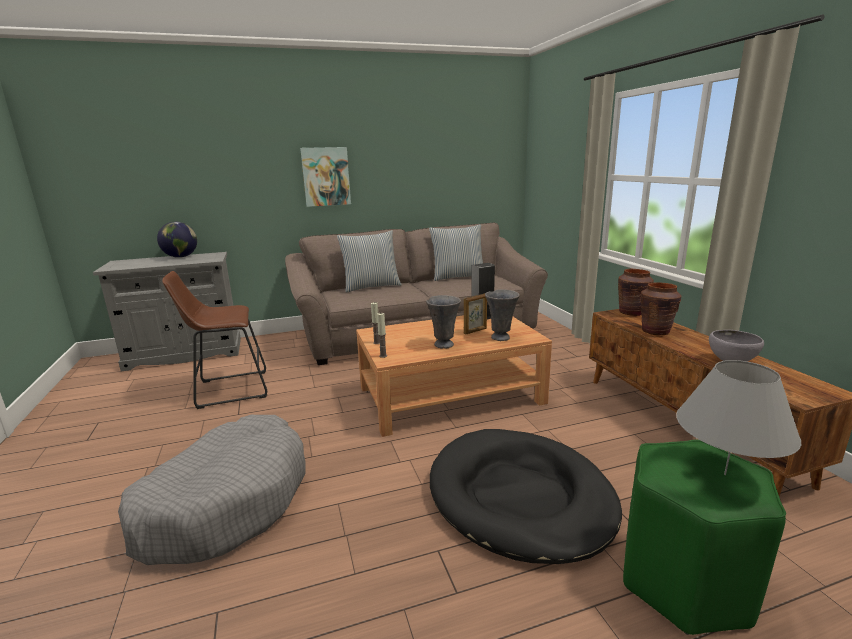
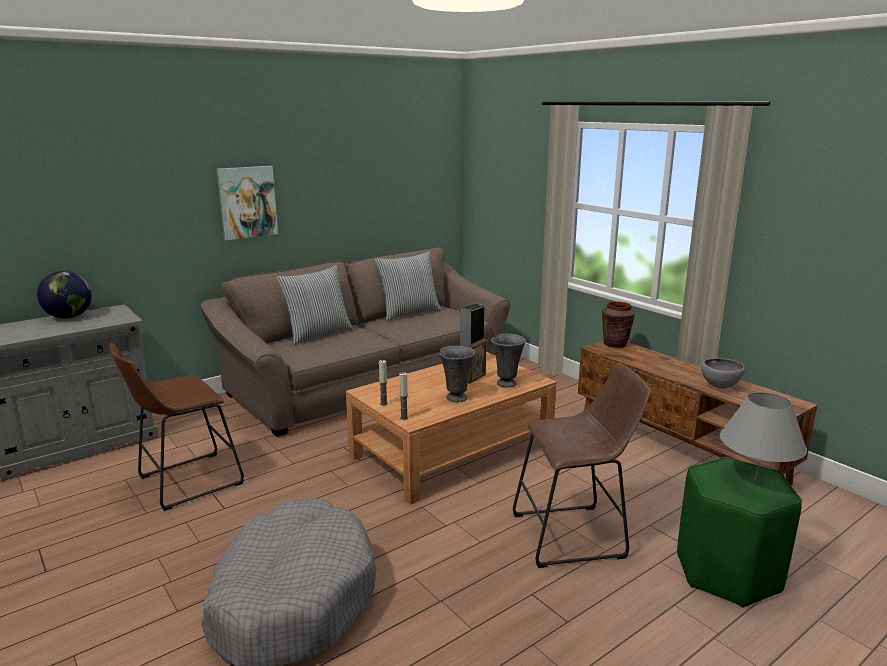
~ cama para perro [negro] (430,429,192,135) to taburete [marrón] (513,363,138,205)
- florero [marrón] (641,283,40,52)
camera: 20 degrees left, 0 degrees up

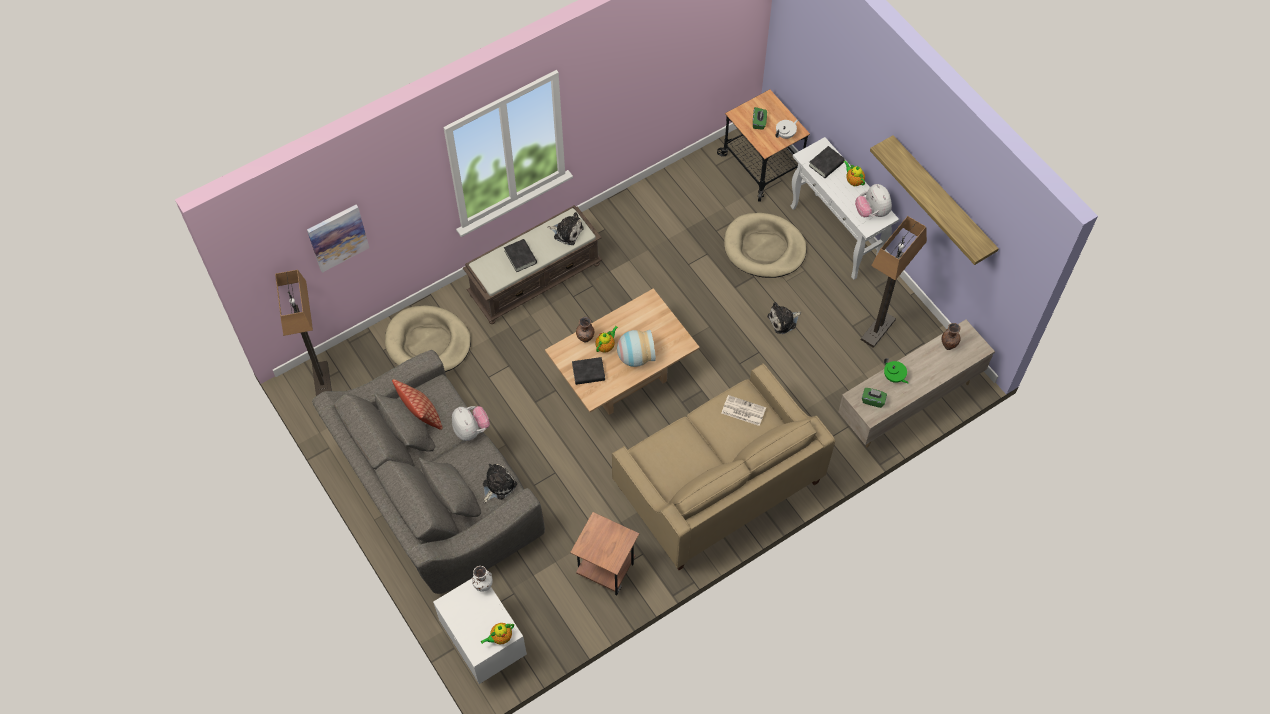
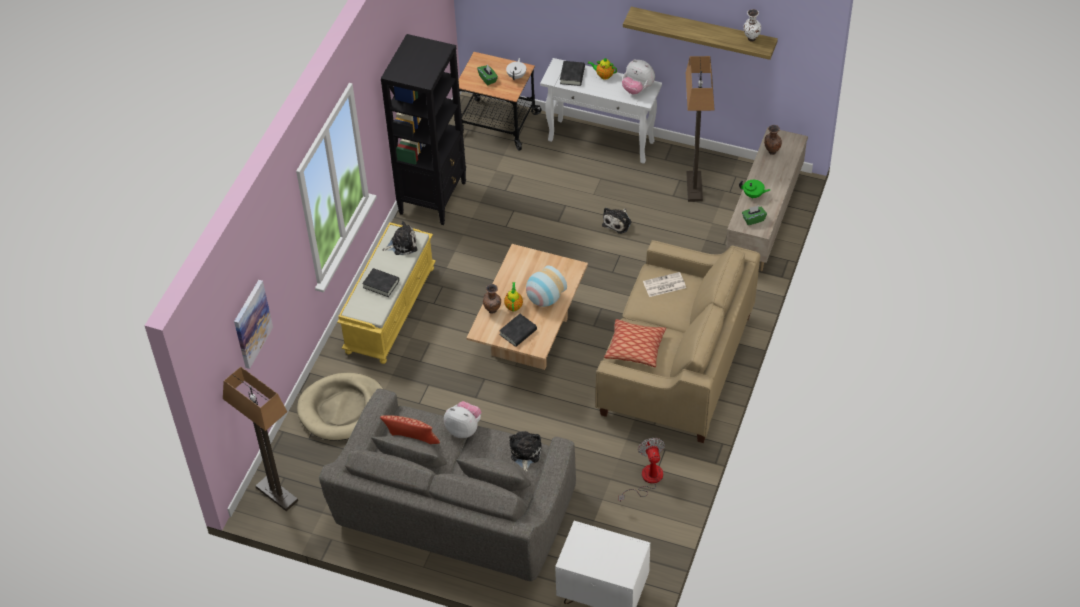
~ banco [marrón] (463,205,139,119) to banco [amarillo] (337,222,99,142)
~ florero [blanco] (472,566,21,26) to (743,9,18,33)
- tetera (481,623,33,21)
~ mesa auxiliar [marrón] (570,512,69,83) to ventilador (619,438,46,64)
- cama para perro [beis] (724,213,83,65)
+ estantería [negro] (381,34,85,191)
+ cojín (604,319,62,48)
camera: 35 degrees left, 10 degrees down

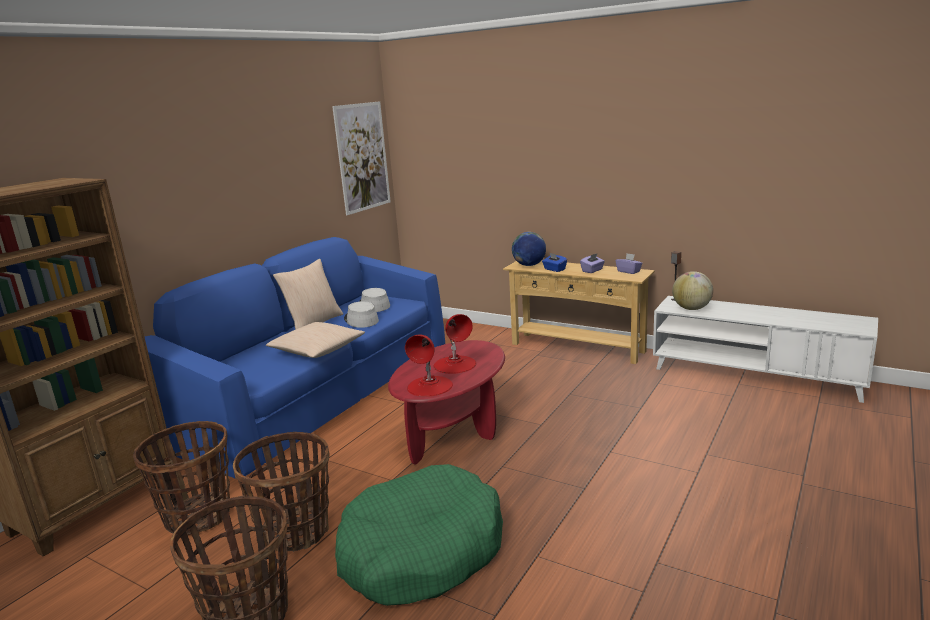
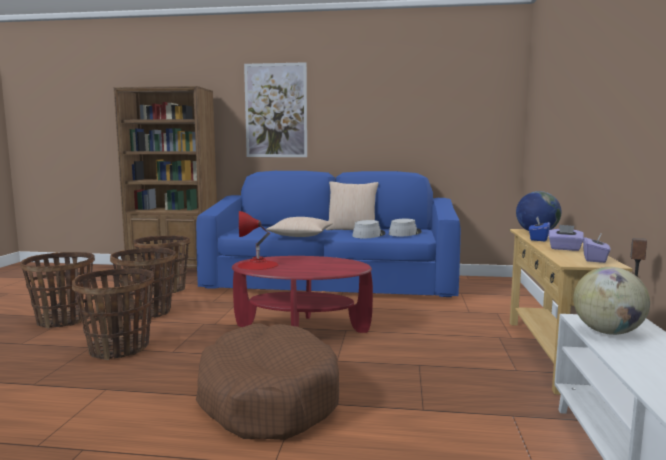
~ cuadro (332,101,59,114) to (244,62,63,95)
~ cama para perro [verde] (335,464,168,142) to cesta (72,269,82,91)
- lámpara de mesa [rojo] (434,314,42,60)
+ cama para perro [marrón] (196,323,143,117)
camera: 65 degrees right, 10 degrees down

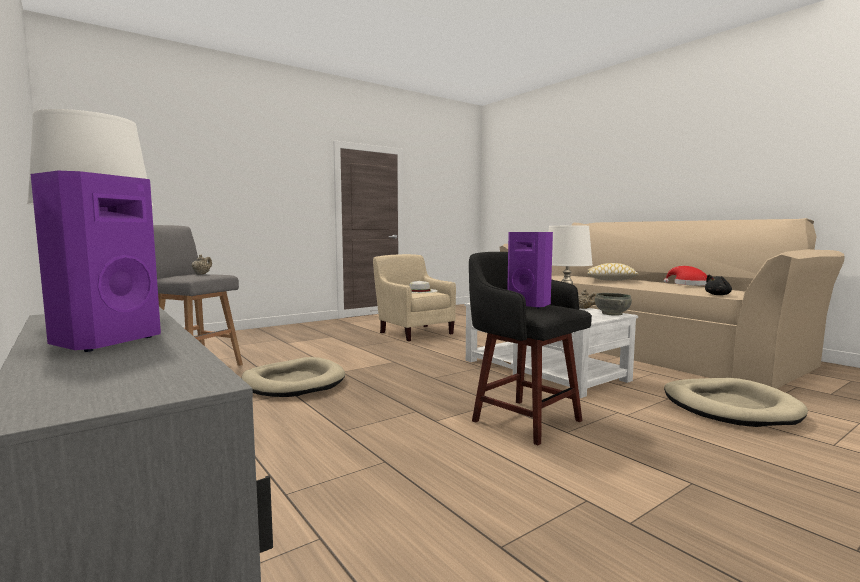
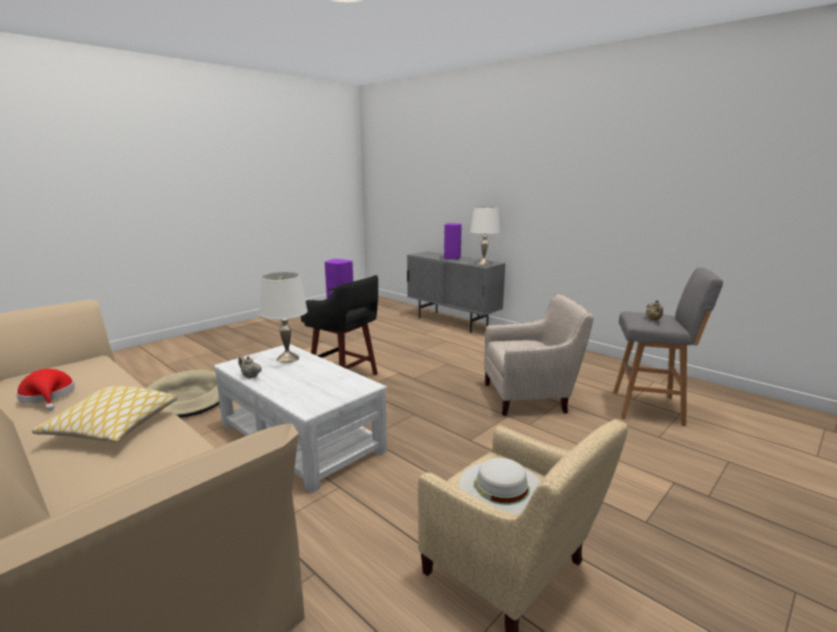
~ cama para perro [beis] (241,357,104,40) to sillón [beis] (484,294,110,122)
- cuenco [gris] (595,293,37,23)
- peluche [negro] (705,275,27,20)
camera: 170 degrees right, 10 degrees up

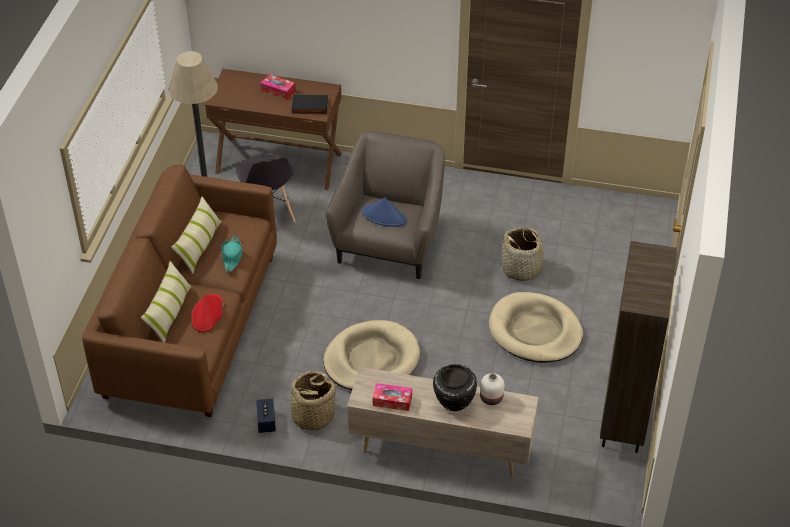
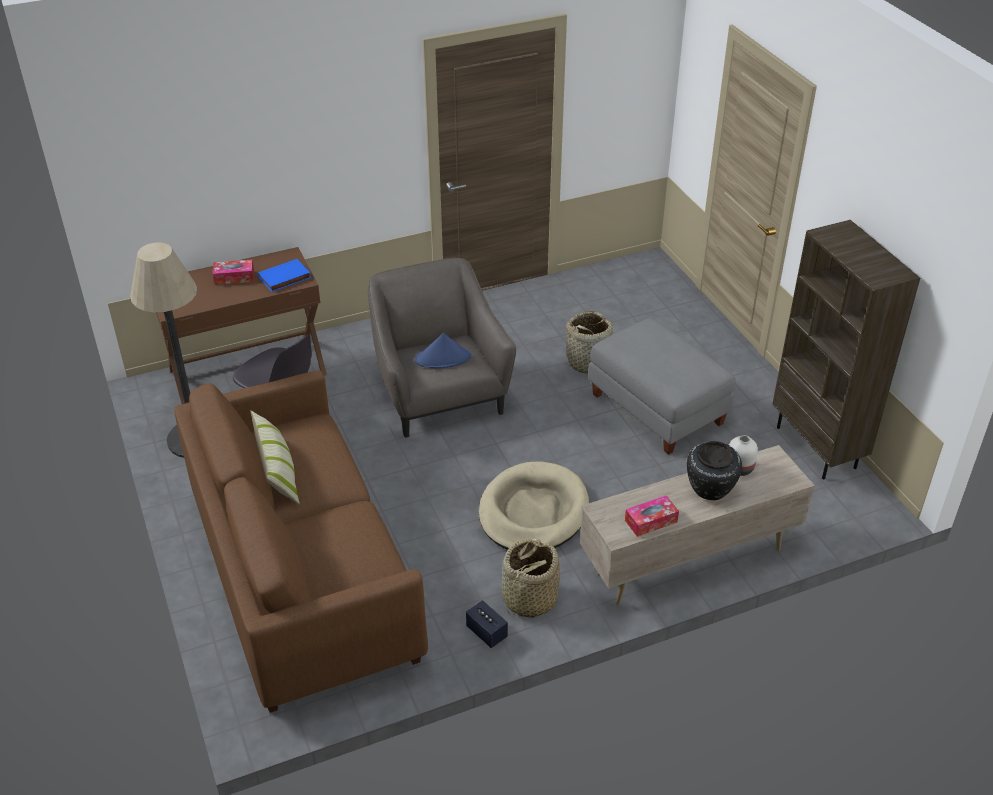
- cojín (141,261,51,82)
- sombrero [rojo] (191,294,33,38)
- sombrero [turquesa] (221,236,22,37)
~ libro [negro] (291,94,37,20) to libro [azul] (258,259,53,33)
~ cama para perro [beis] (489,292,94,71) to puf [gris] (588,318,148,137)
camera: 35 degrees left, 5 degrees down

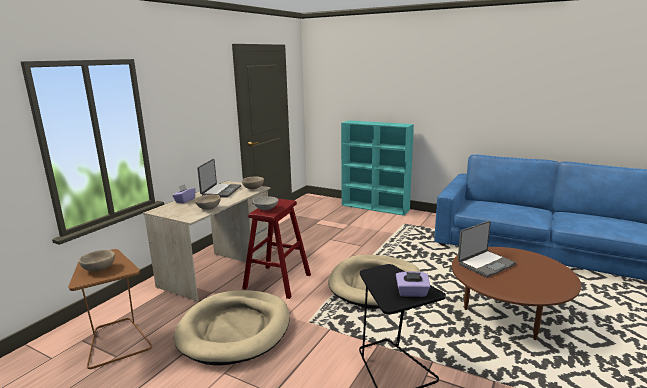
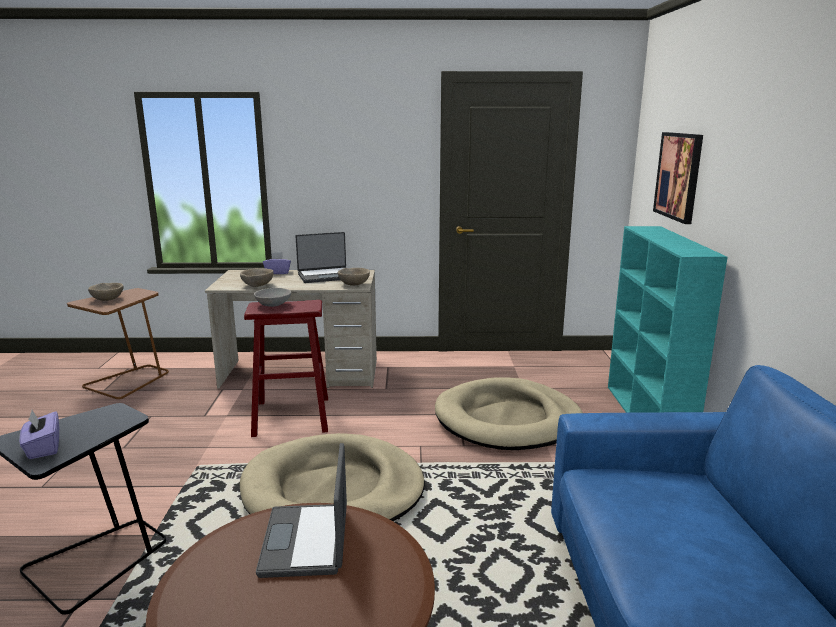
~ cama para perro [beis] (174,290,116,76) to (435,377,148,73)
~ portátil (458,221,58,57) = (256,443,91,135) 60 degrees clockwise
+ cuadro (653,132,50,92)
camera: 60 degrees right, 0 degrees up

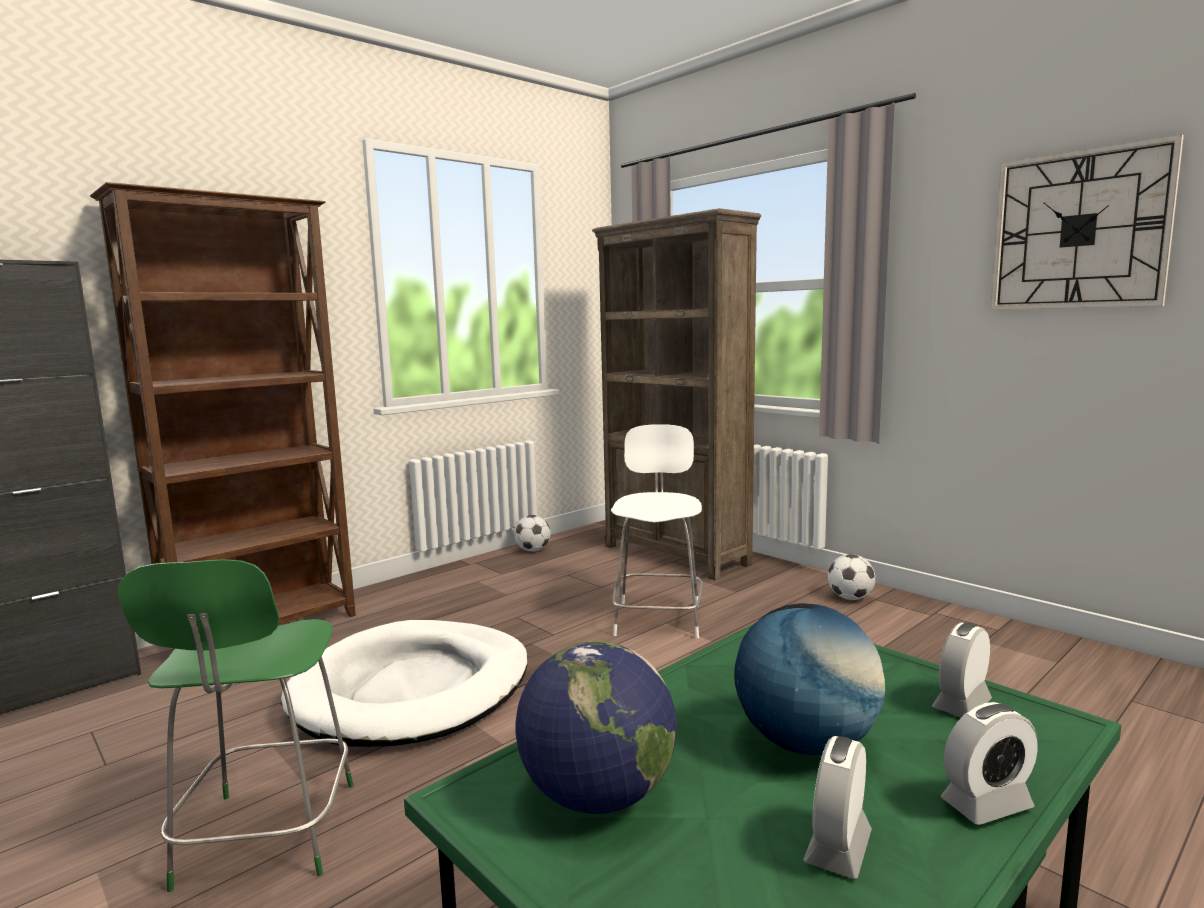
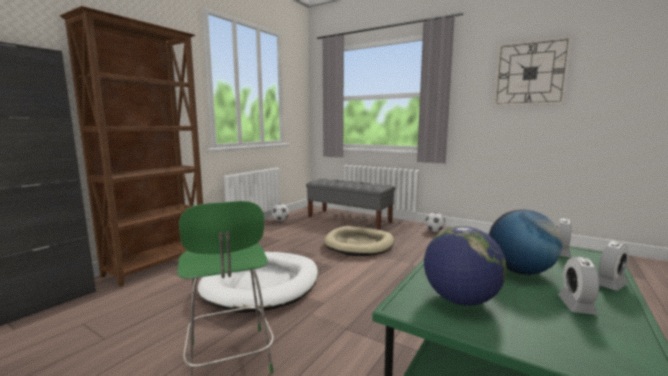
~ estantería [marrón] (592,208,169,372) to banco [gris] (306,179,89,51)
~ silla [blanco] (611,424,92,215) to cama para perro [beis] (324,226,70,30)
camera: 15 degrees left, 0 degrees up

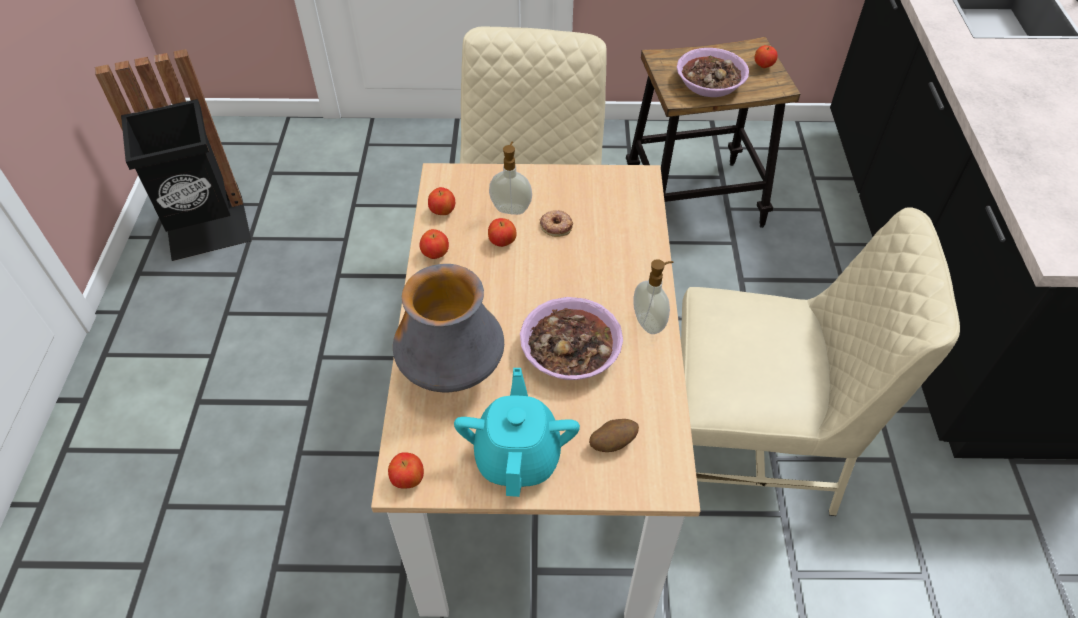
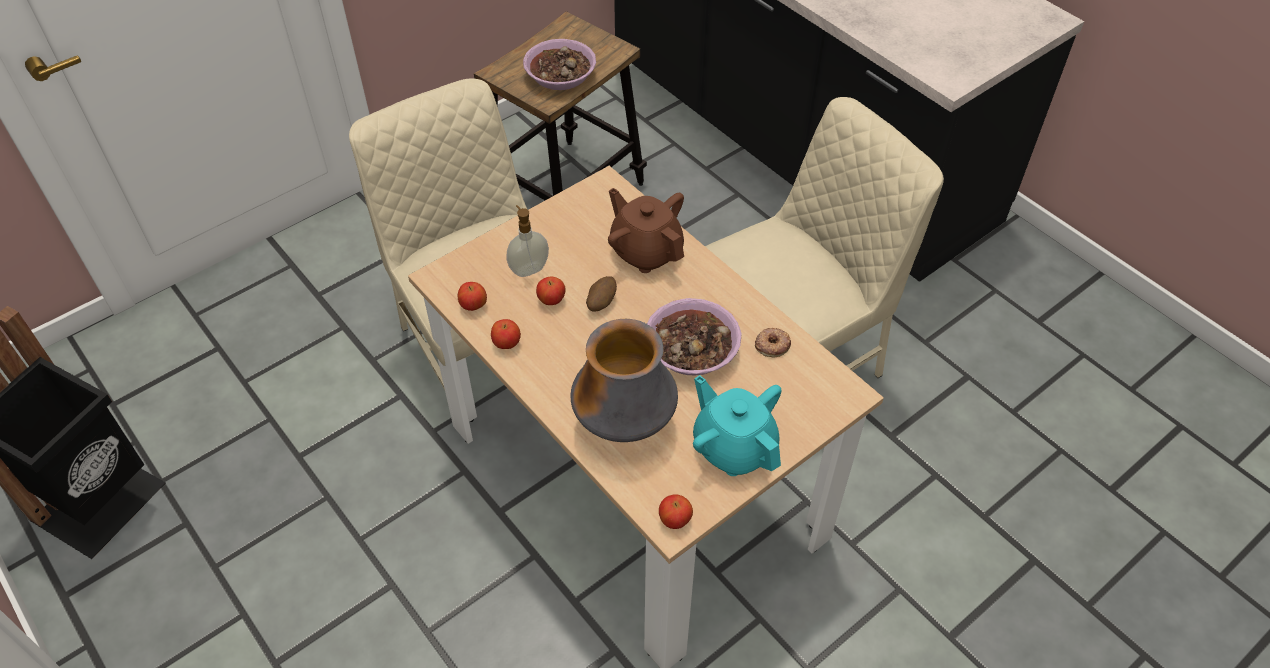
~ rosquilla (540,210,33,27) to (755,328,36,29)
~ patata (589,419,50,33) to (586,276,31,36)
- dispensador de jabón (633,259,41,75)
- manzana (755,45,23,23)
+ tetera [marrón] (608,188,76,85)
camera: 40 degrees left, 0 degrees up

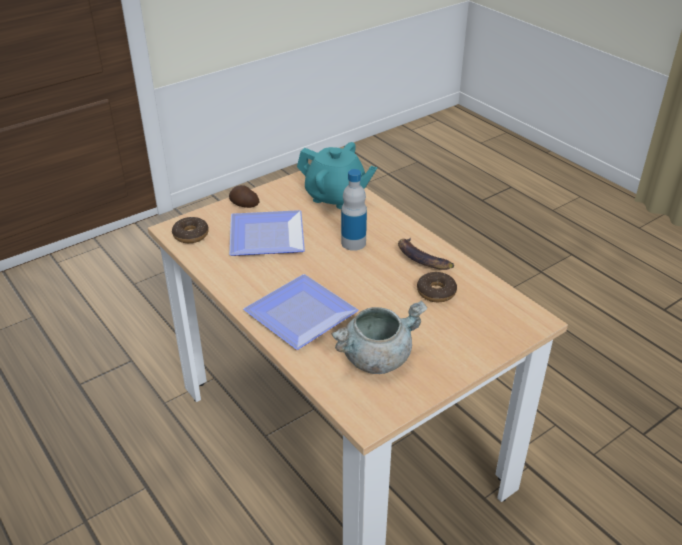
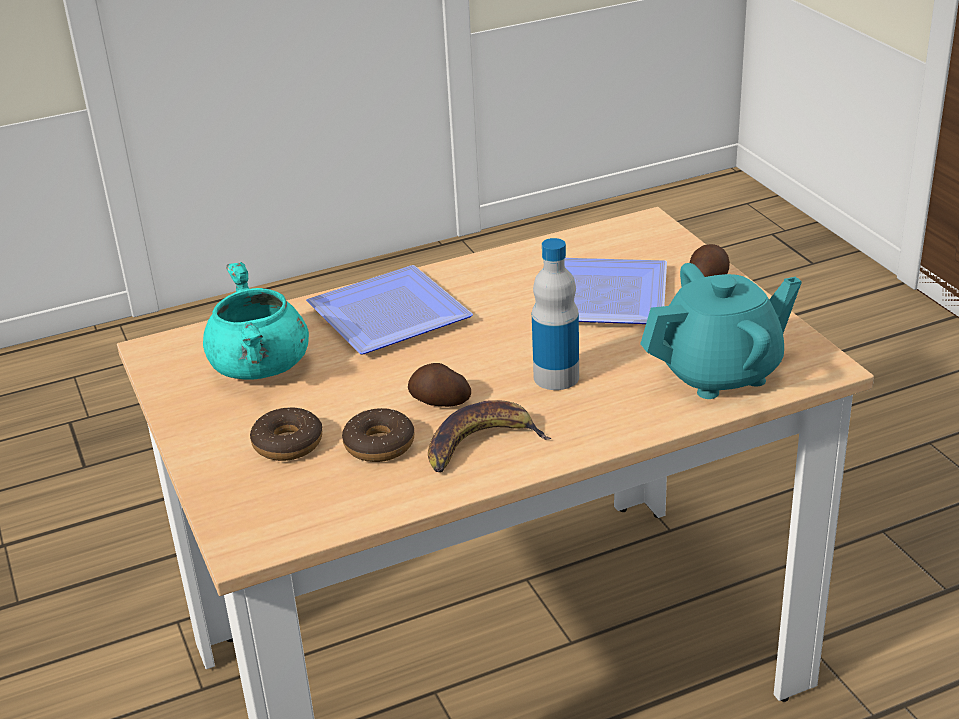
~ rosquilla (172,217,37,26) to (250,407,72,54)
~ tetera [turquesa] (297,142,80,67) = (640,263,162,136) 150 degrees counterclockwise
~ olla [gris] (332,301,95,73) to olla [turquesa] (203,262,106,118)
+ patata (408,363,63,44)
camera: 105 degrees right, 5 degrees down

